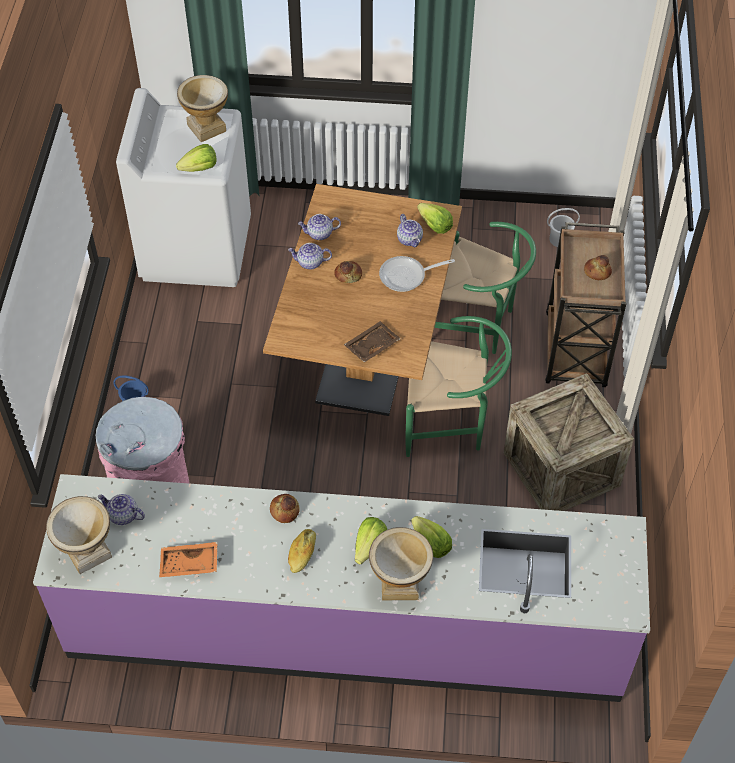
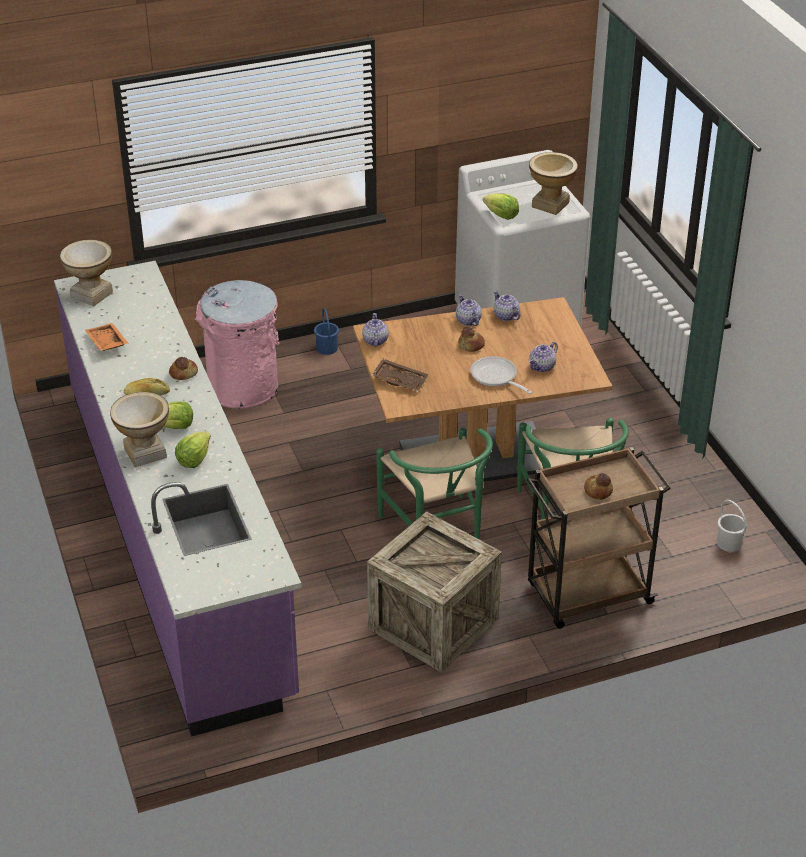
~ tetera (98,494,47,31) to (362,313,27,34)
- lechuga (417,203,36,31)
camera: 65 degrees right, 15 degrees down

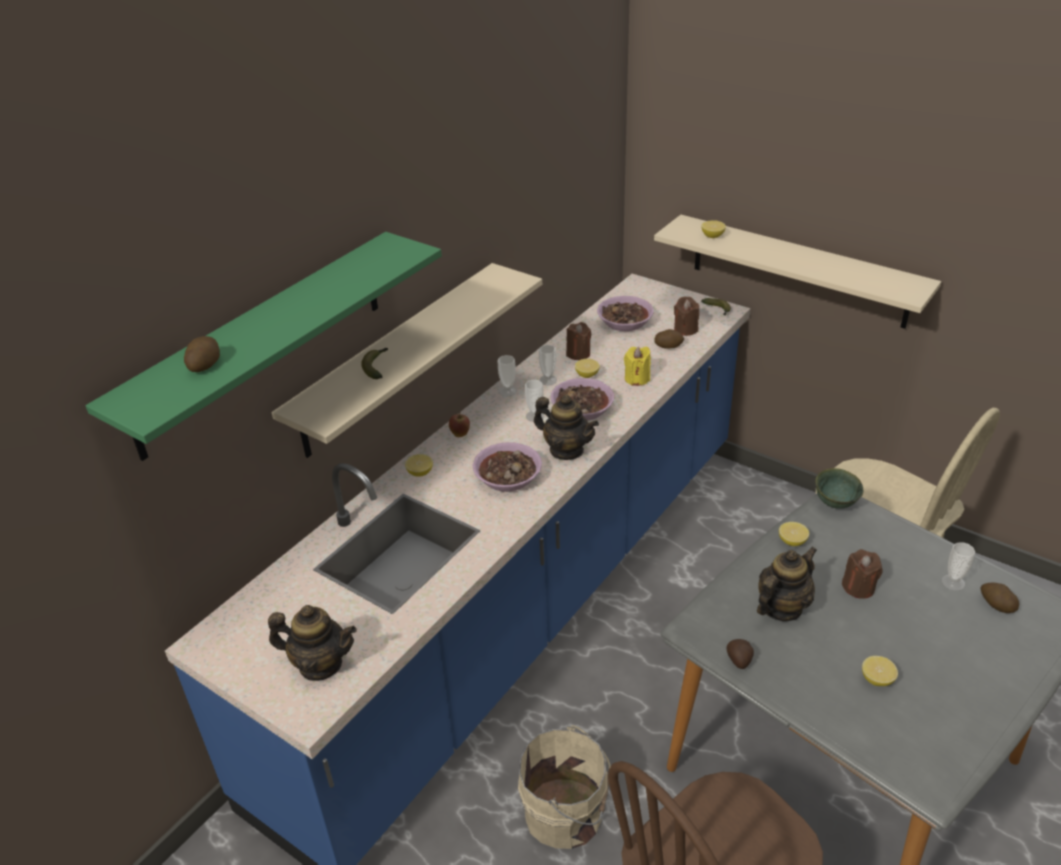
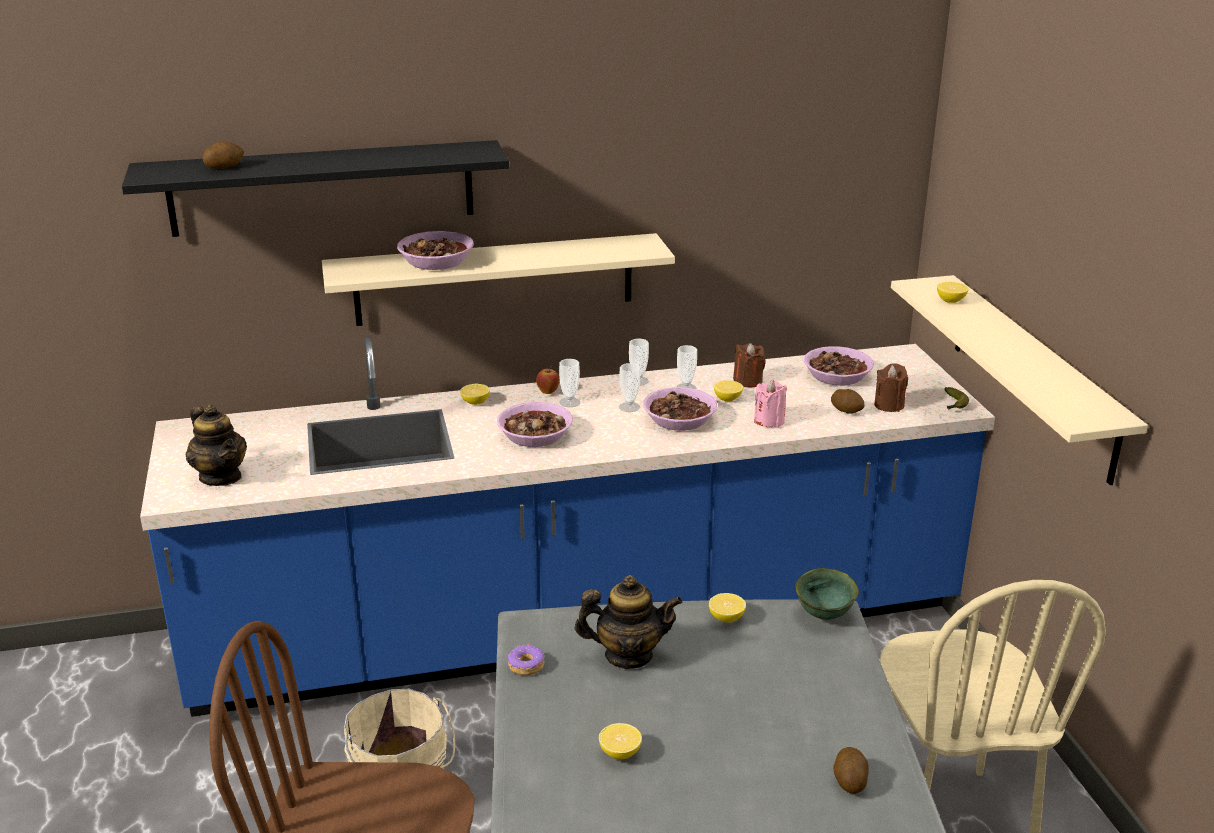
~ estante [verde] (86,232,356,229) to estante [negro] (122,140,387,97)
~ plátano (361,348,27,31) to cuenco (397,231,77,39)
- tetera (534,395,65,65)
~ vela [amarillo] (624,347,27,39) to vela [rosa] (754,380,33,47)
~ patata (727,639,27,30) to rosquilla (508,644,36,32)
- vela [marrón] (842,549,41,50)
~ taza (942,542,33,49) to (559,359,21,48)
camera: 40 degrees right, 10 degrees down

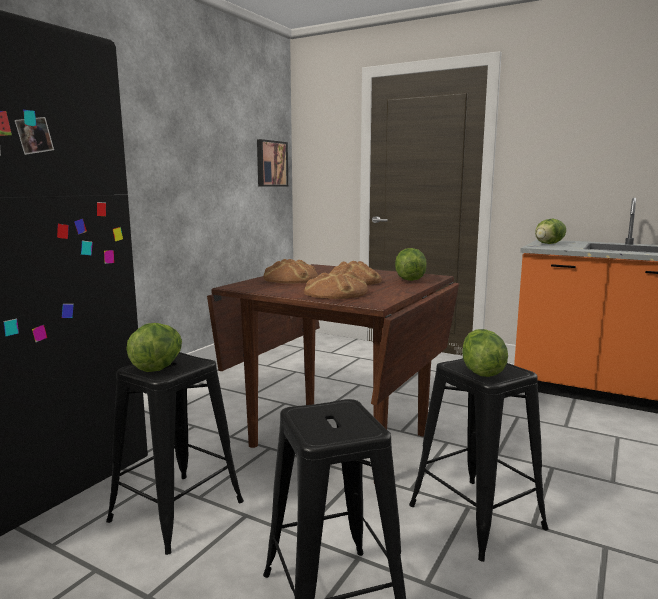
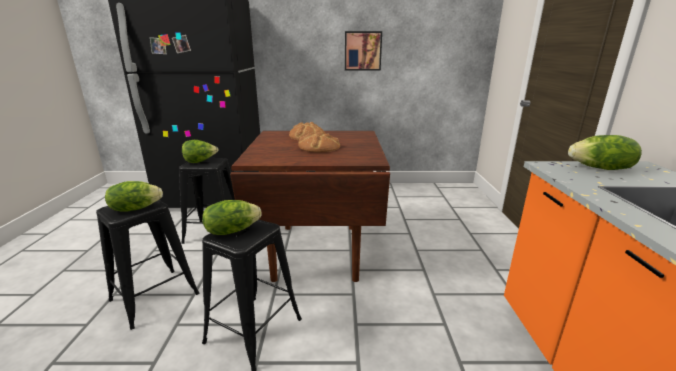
~ cuadro (257,139,31,48) to (345,31,37,39)
- pan (304,270,64,29)
~ lechuga (395,248,32,33) to (105,181,58,31)
camera: 60 degrees right, 10 degrees up

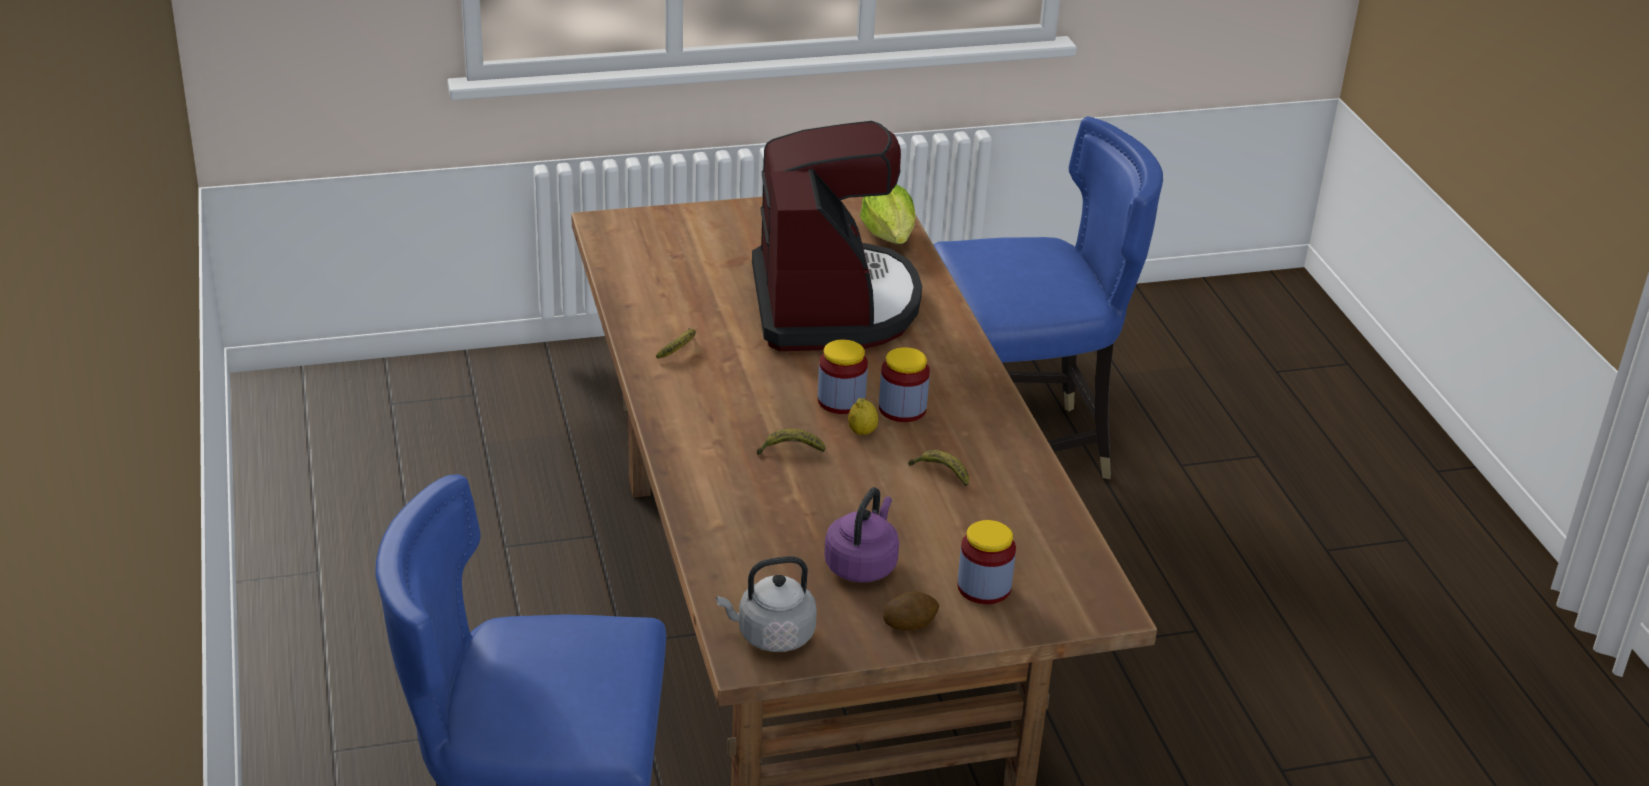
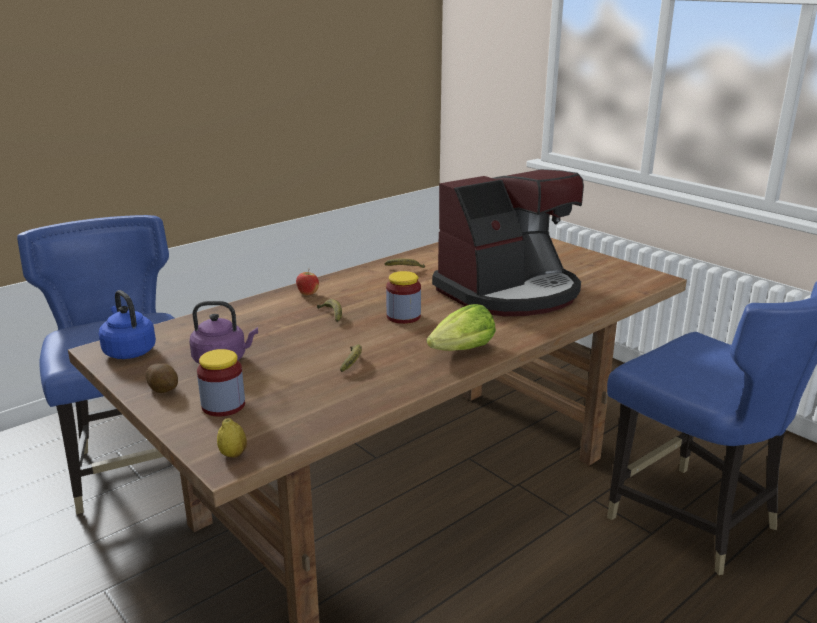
~ hervidor [gris] (716,556,101,96) to hervidor [azul] (99,290,57,69)
~ limón (848,398,30,37) to (217,419,30,39)
~ lechuga (860,185,56,59) to (427,304,69,47)
- tarro (879,347,51,75)
+ manzana (296,271,23,24)
camera: 65 degrees right, 10 degrees down

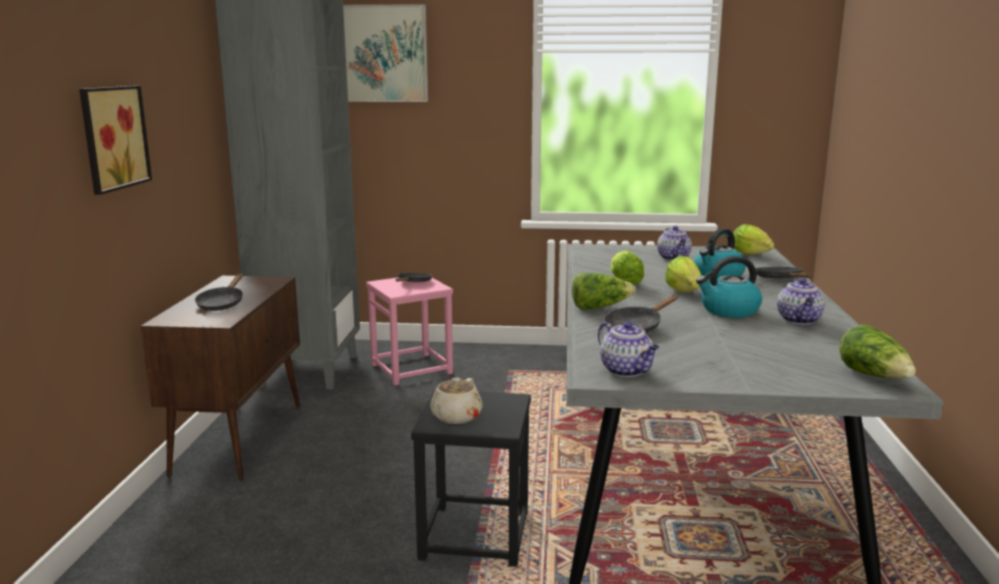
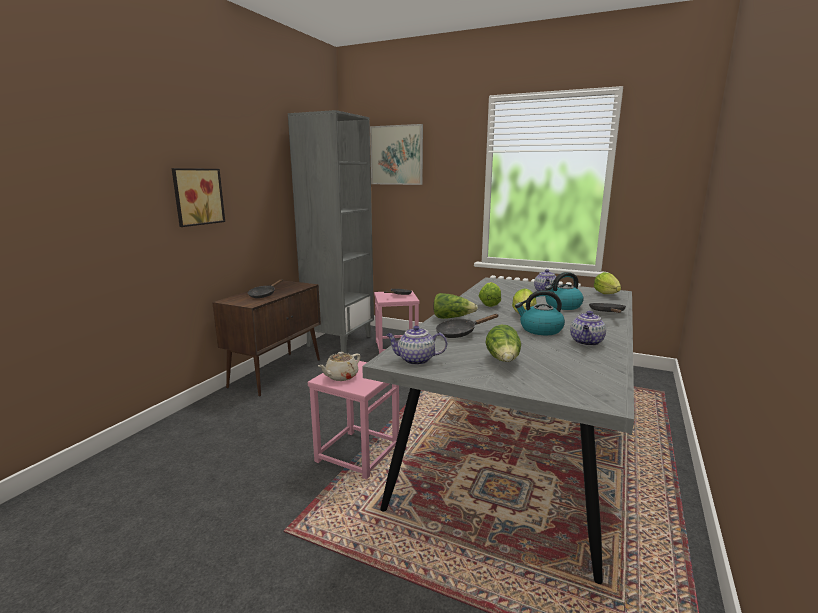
~ taburete [negro] (411,389,120,178) to taburete [rosa] (308,361,91,118)
~ tetera (598,321,61,56) = (386,326,61,39) 105 degrees clockwise
~ lechuga (839,325,77,53) to (485,325,36,37)
camera: 20 degrees right, 0 degrees up

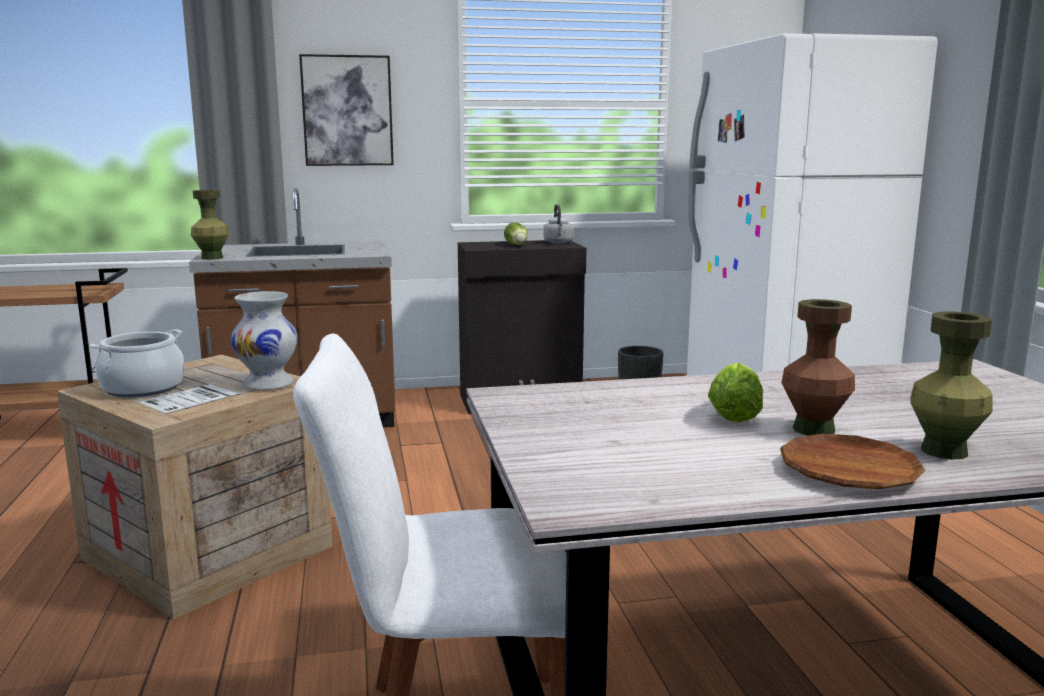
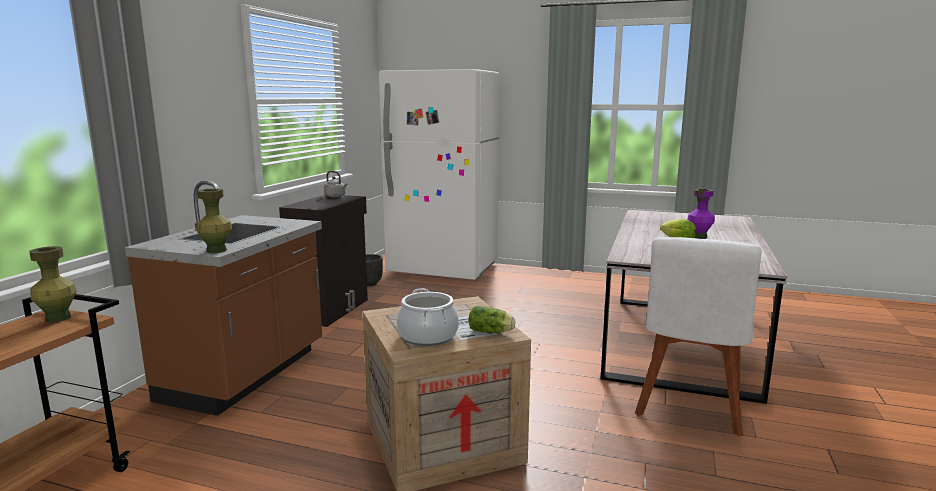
- florero [blanco] (231,291,67,99)
- cuadro (299,54,95,112)
~ lechuga (504,222,24,23) to (469,306,46,27)
- plato [marrón] (780,434,145,55)
~ florero [marrón] (781,299,74,137) to florero [morado] (687,189,28,50)
~ florero [verde] (910,311,82,148) to (29,246,48,77)
camera: 60 degrees left, 0 degrees up

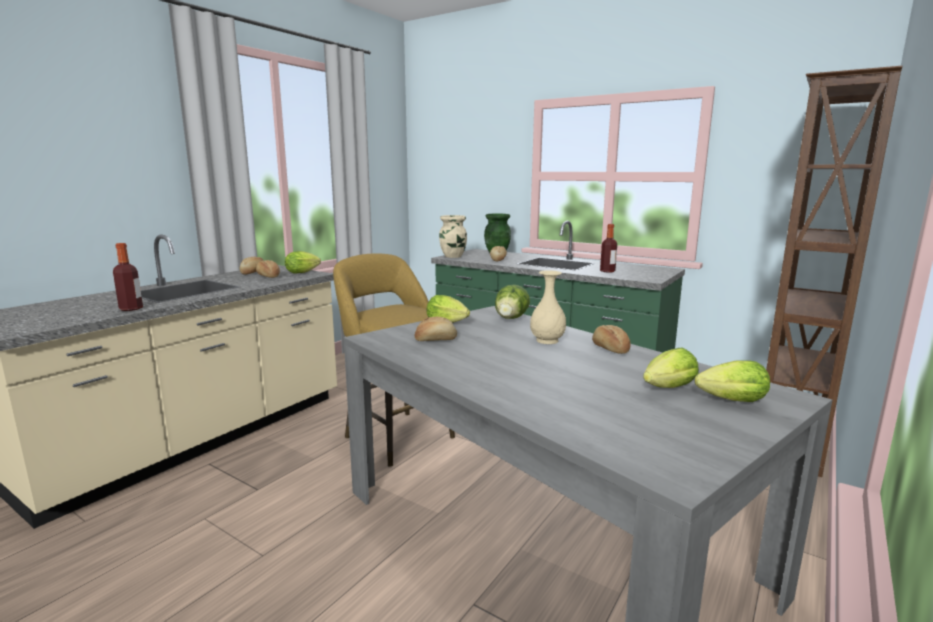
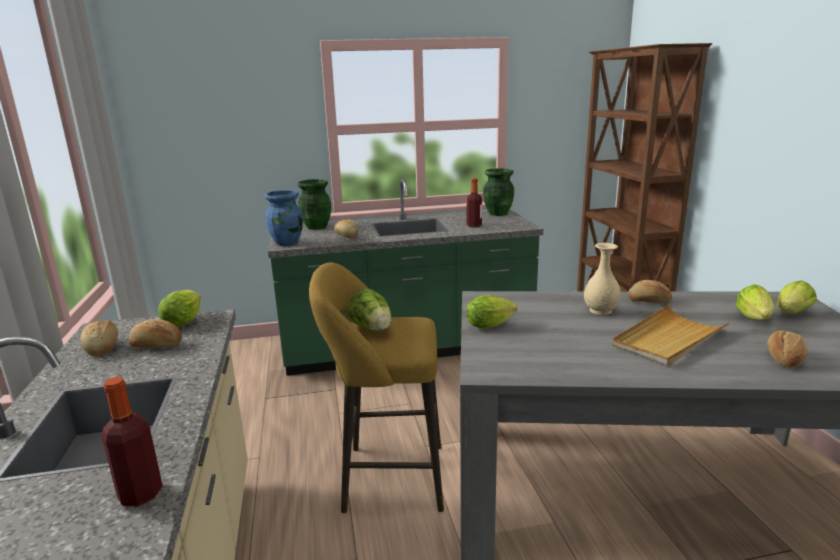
~ pan (415,317,42,24) to (767,330,40,38)
~ florero [beis] (439,215,28,43) to florero [azul] (265,190,38,56)
~ lechuga (495,285,35,34) to (348,289,43,42)
+ florero [verde] (483,168,31,48)
+ bandeja [beis] (612,305,118,61)
camera: 45 degrees left, 5 degrees up

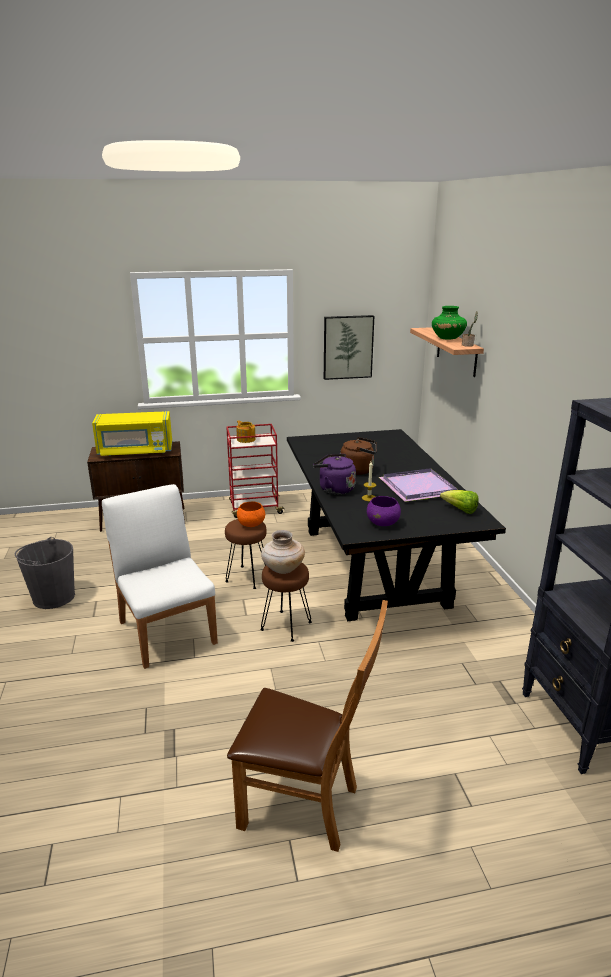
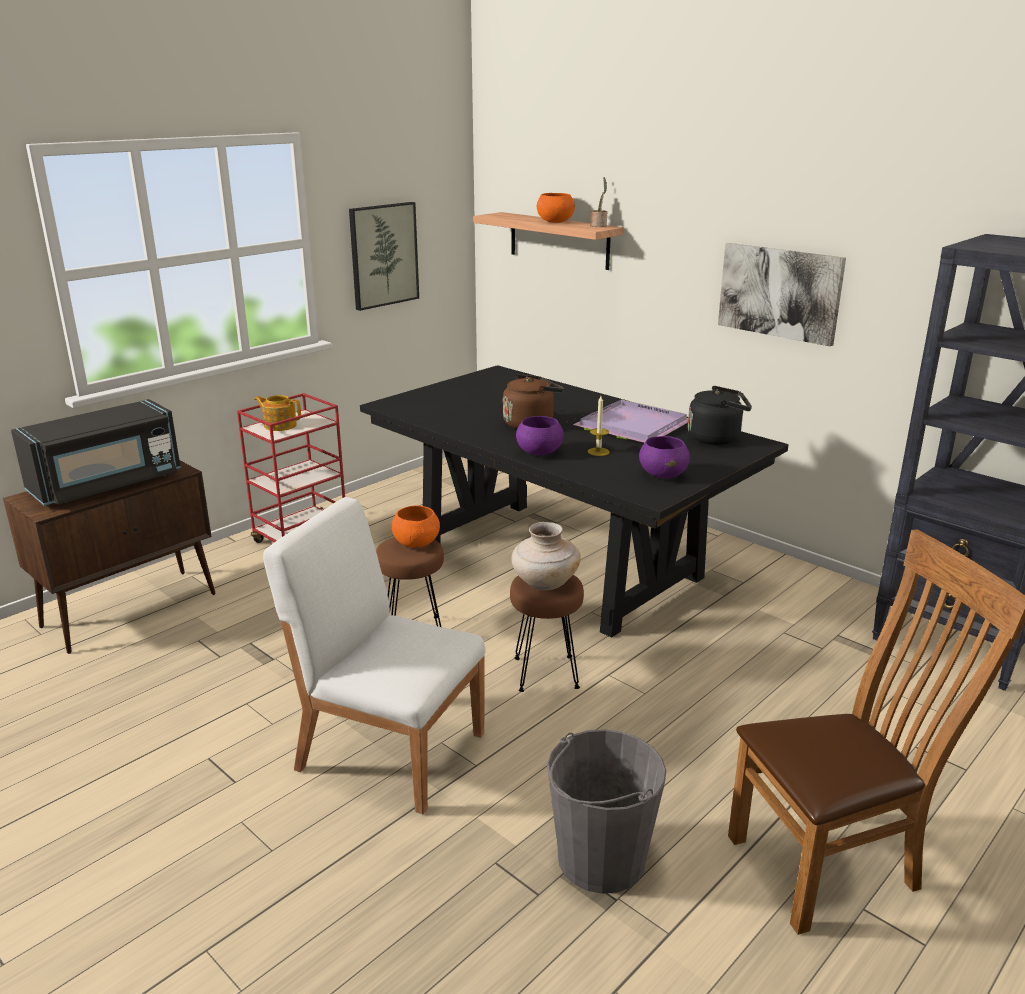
~ cubo [gris] (15,537,60,72) to (547,729,119,165)
~ microondas [amarillo] (92,411,80,45) to microondas [negro] (11,399,170,107)
~ hervidor [morado] (313,454,43,40) to cuenco [morado] (516,416,48,39)
~ florero [verde] (432,306,35,33) to cuenco [naranja] (537,193,38,30)
~ lechuga (440,490,39,24) to hervidor [negro] (688,386,64,59)
+ cuadro (718,243,128,103)
camera: 35 degrees left, 0 degrees up

